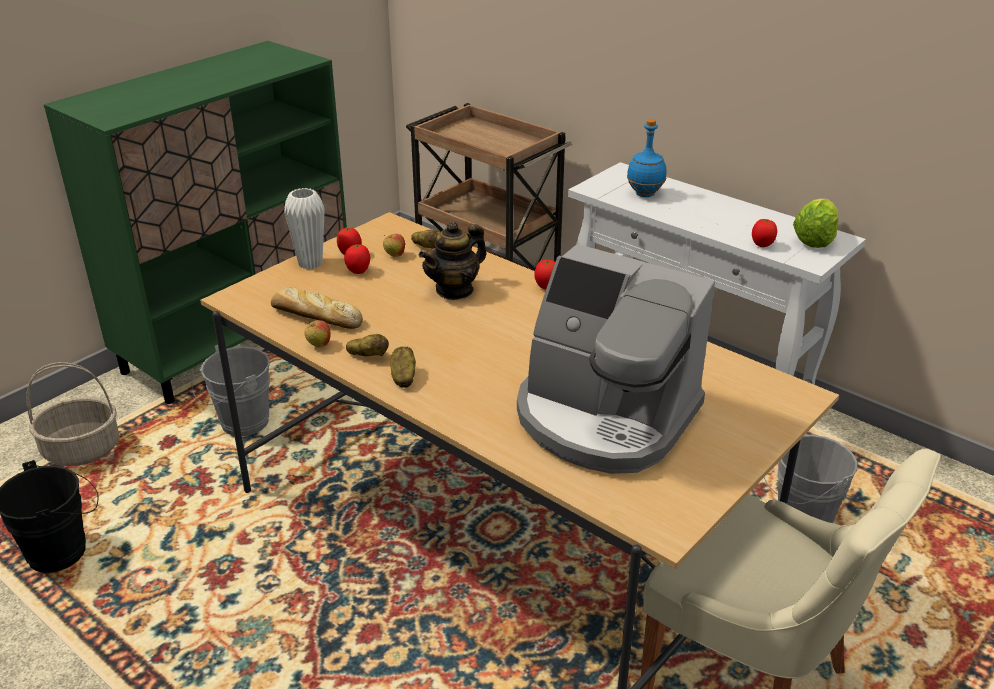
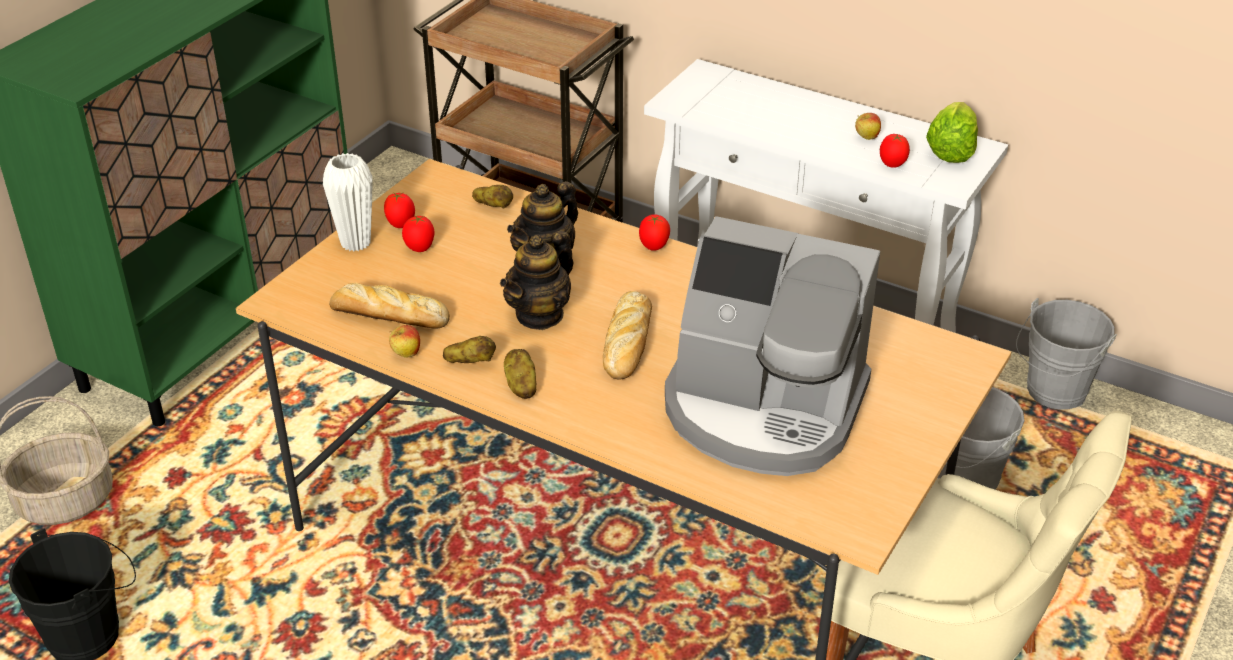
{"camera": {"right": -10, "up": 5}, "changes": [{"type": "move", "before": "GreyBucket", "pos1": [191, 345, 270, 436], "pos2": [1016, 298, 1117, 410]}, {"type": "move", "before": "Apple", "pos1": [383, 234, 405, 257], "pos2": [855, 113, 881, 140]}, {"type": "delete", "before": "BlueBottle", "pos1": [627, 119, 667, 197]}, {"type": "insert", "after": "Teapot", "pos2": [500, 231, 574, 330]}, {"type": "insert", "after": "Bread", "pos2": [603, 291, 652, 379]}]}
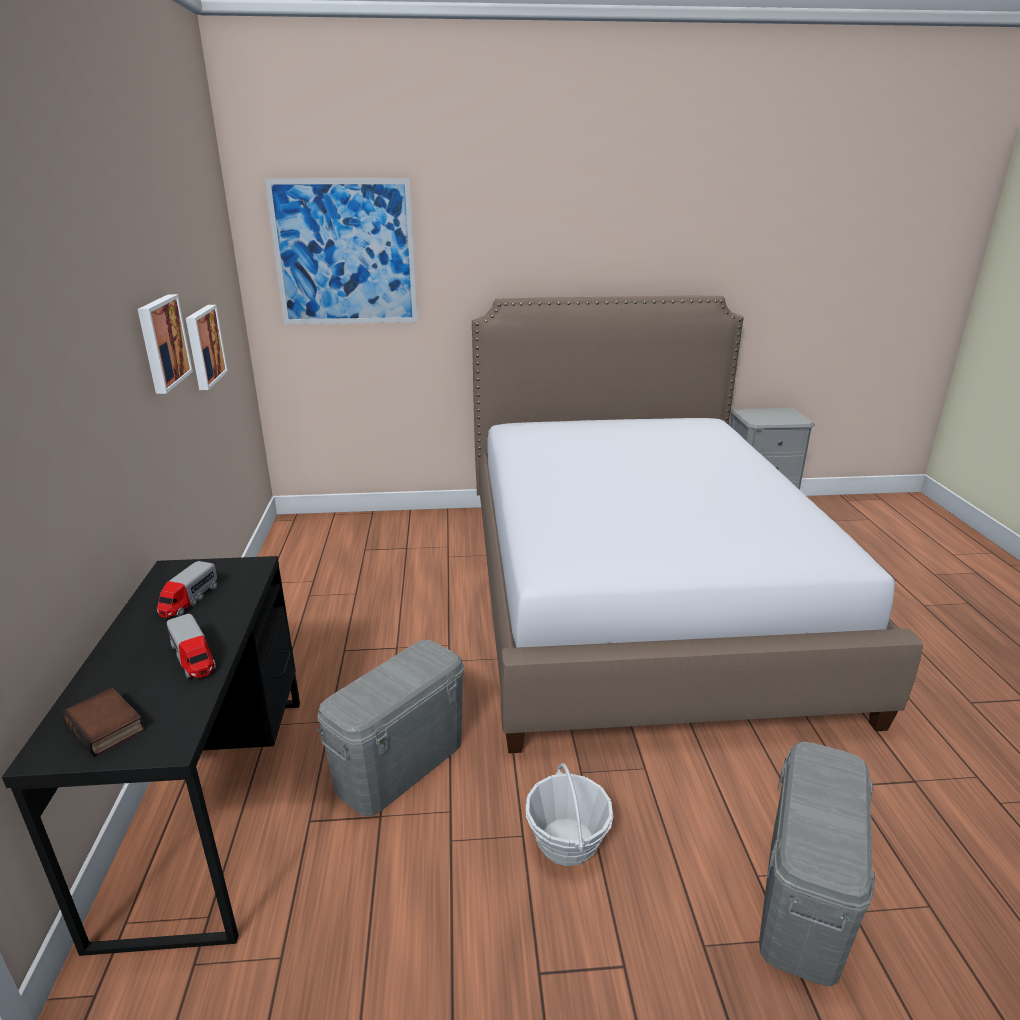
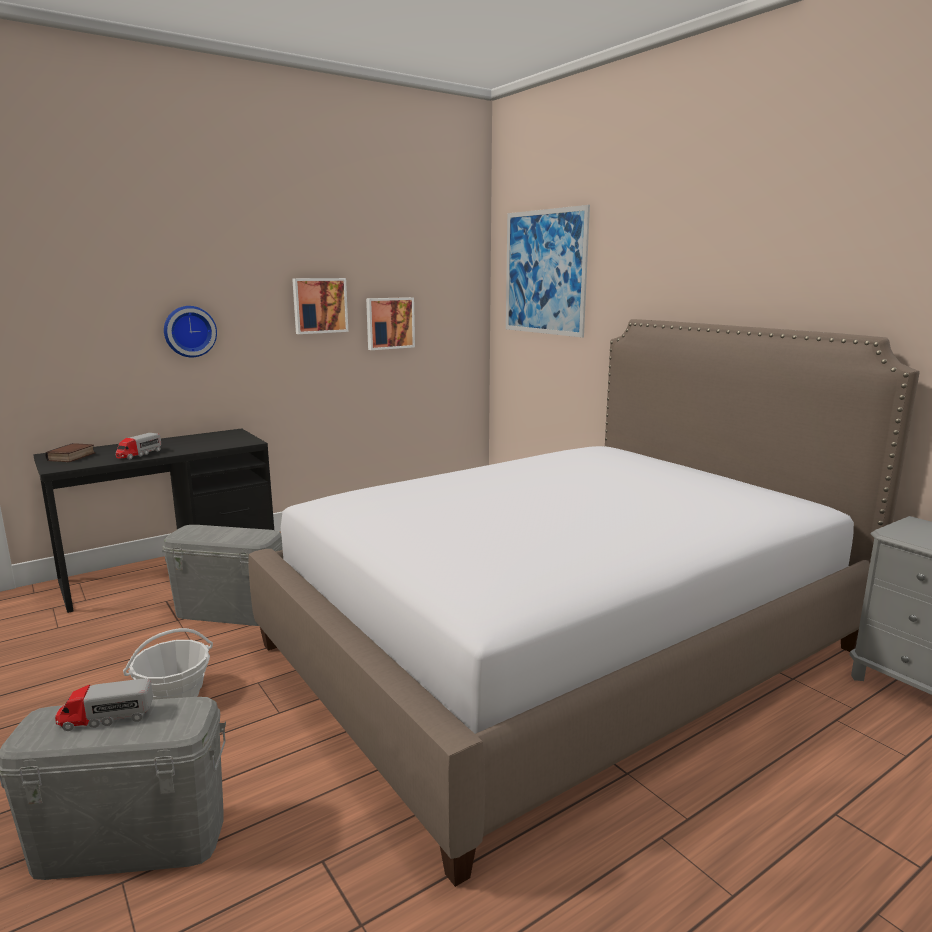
{"camera": {"right": 60, "up": -10}, "changes": [{"type": "move", "before": "ToyTruck", "pos1": [157, 561, 217, 618], "pos2": [55, 679, 153, 731]}, {"type": "insert", "after": "WallClock", "pos2": [164, 306, 217, 357]}]}
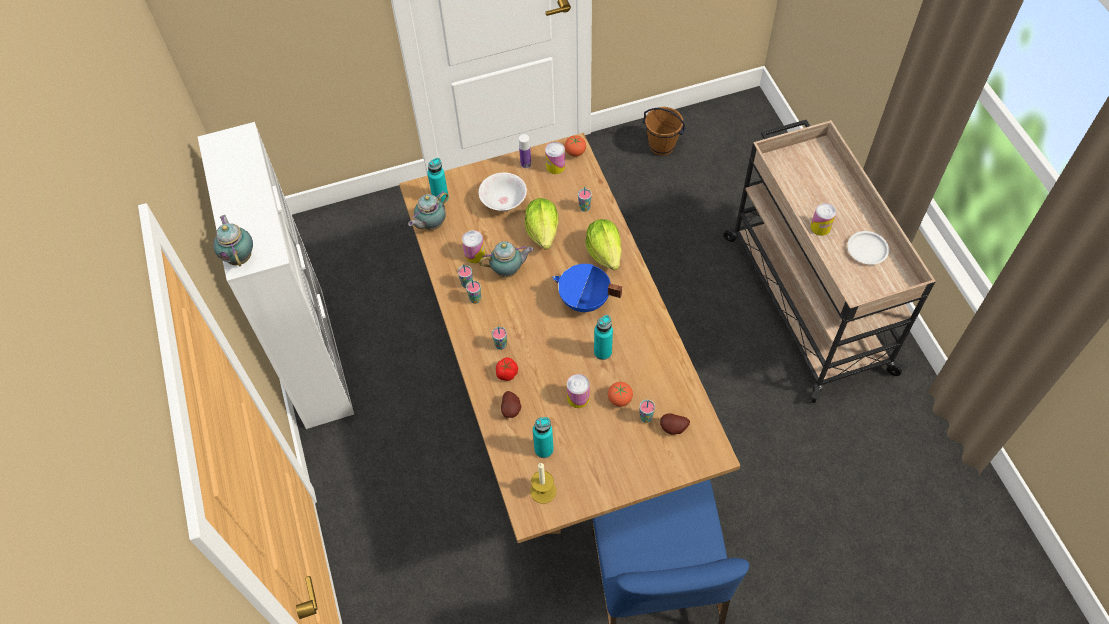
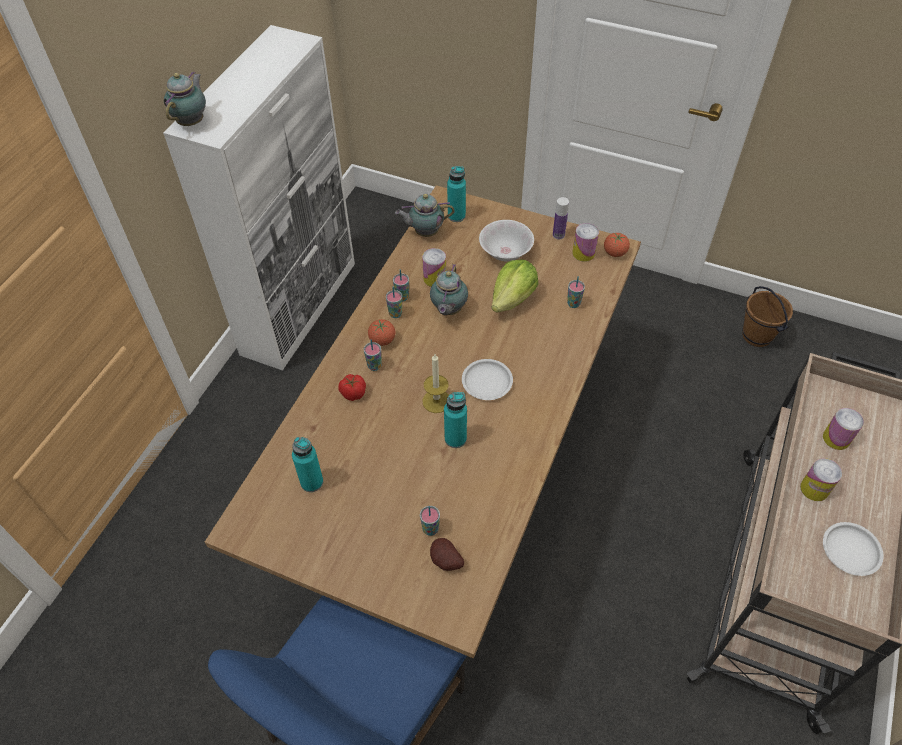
{"camera": {"right": 40, "up": -5}, "changes": [{"type": "rotate", "before": "Teapot", "pos1": [479, 241, 533, 278], "pos2": [430, 264, 468, 315], "turn": 75}, {"type": "delete", "before": "Potato", "pos1": [501, 391, 521, 418]}, {"type": "move", "before": "Candle", "pos1": [530, 463, 556, 504], "pos2": [422, 354, 449, 413]}, {"type": "replace", "before": "BlueCookingPot", "after": "WhitePlate", "pos1": [552, 264, 622, 312], "pos2": [462, 359, 513, 400]}, {"type": "move", "before": "Can", "pos1": [567, 374, 590, 408], "pos2": [823, 408, 864, 450]}, {"type": "delete", "before": "Lettuce", "pos1": [585, 219, 622, 270]}, {"type": "move", "before": "Tomato", "pos1": [608, 382, 633, 407], "pos2": [368, 319, 395, 346]}]}
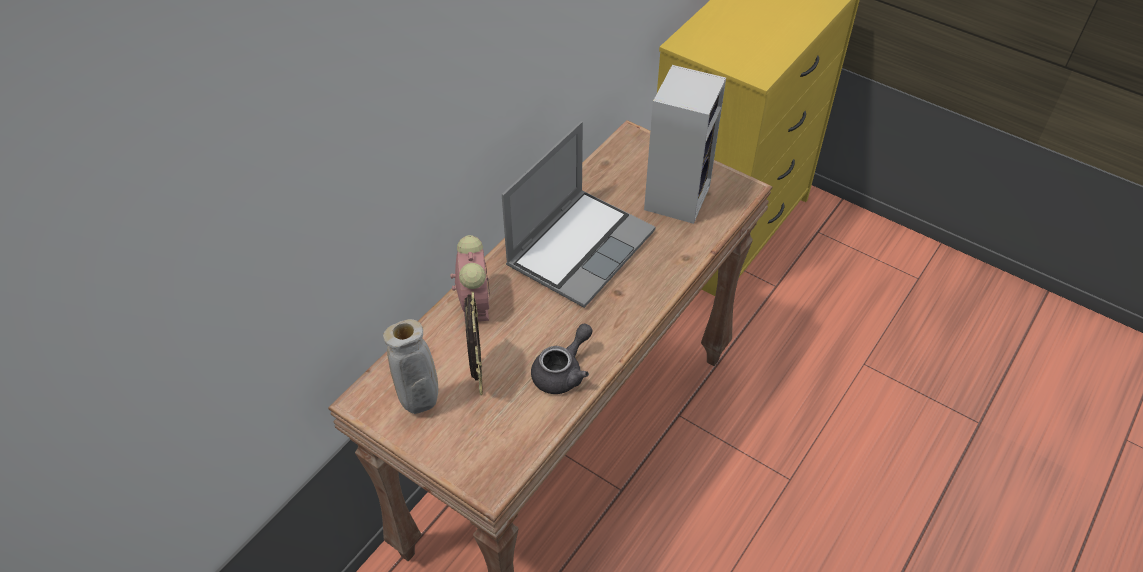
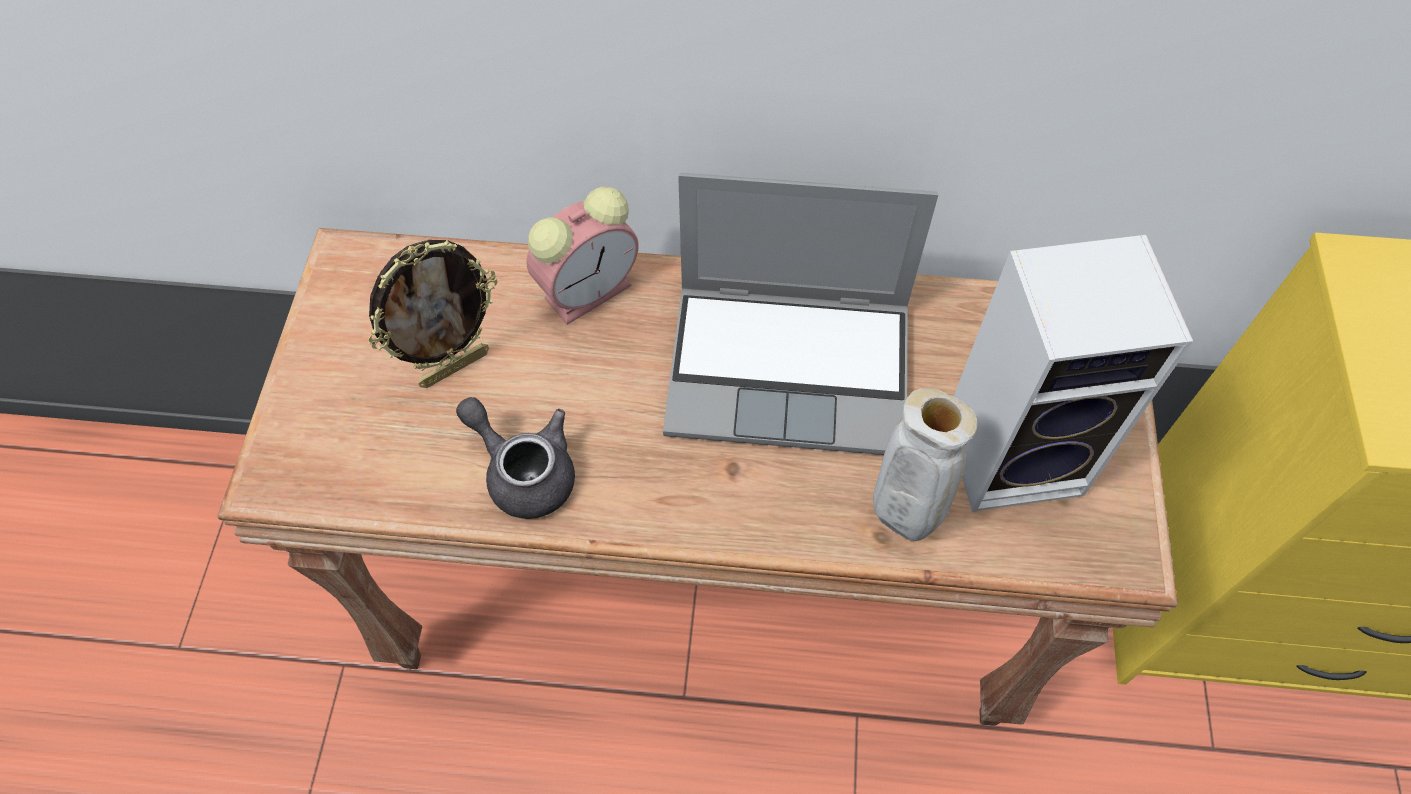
{"camera": {"right": 60, "up": 10}, "changes": [{"type": "move", "before": "BeigeVase", "pos1": [383, 319, 438, 414], "pos2": [873, 388, 978, 541]}, {"type": "rotate", "before": "GreyTeapot", "pos1": [531, 324, 593, 394], "pos2": [456, 397, 575, 519], "turn": -150}]}
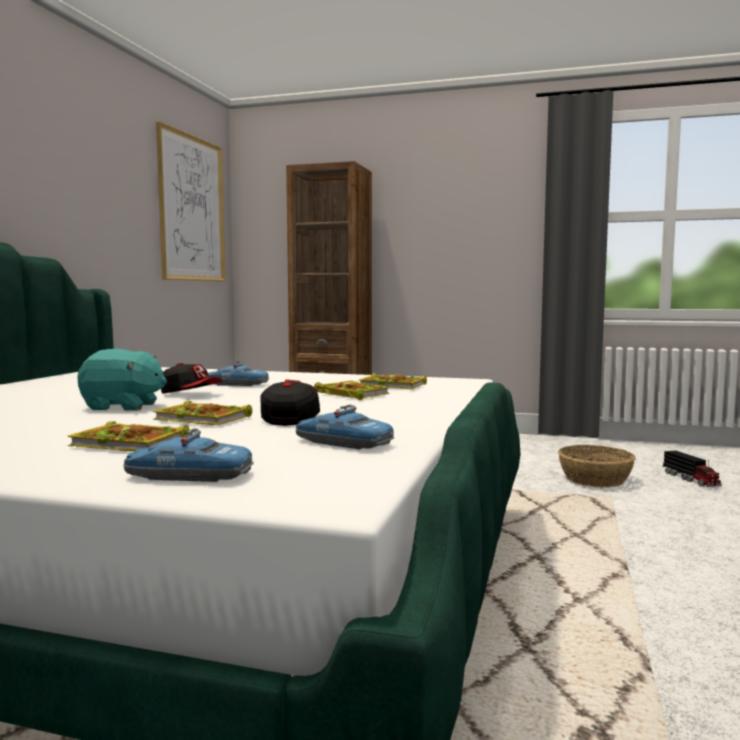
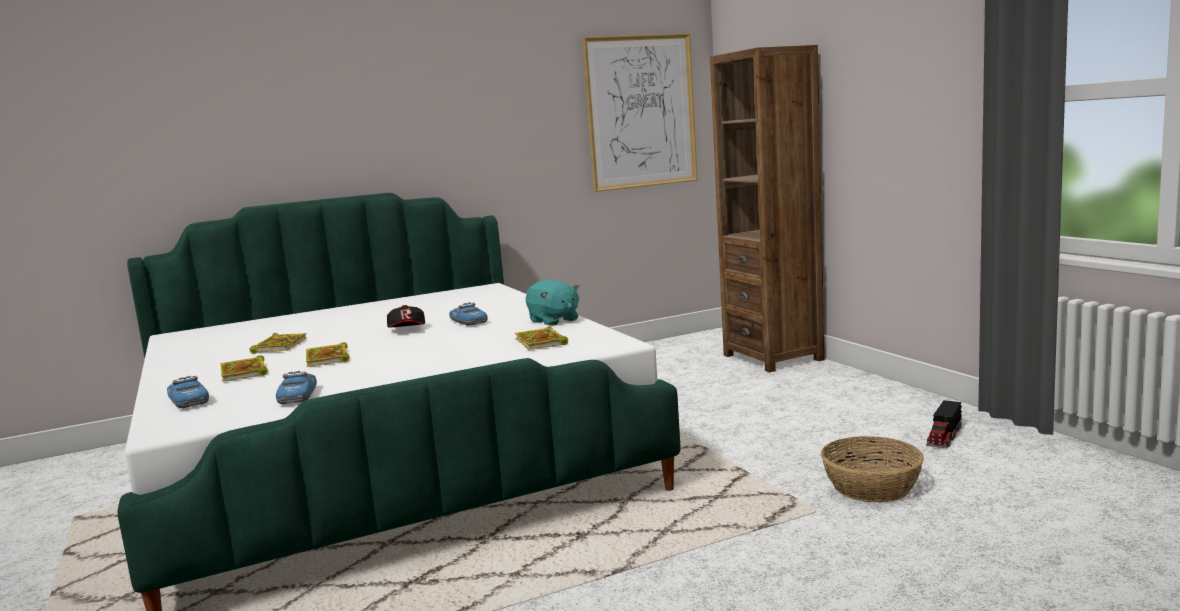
{"camera": {"right": 50, "up": 5}, "changes": [{"type": "move", "before": "TurquoisePlushToy", "pos1": [77, 349, 167, 411], "pos2": [526, 280, 580, 326]}, {"type": "delete", "before": "Cap", "pos1": [261, 379, 320, 426]}, {"type": "move", "before": "Book", "pos1": [314, 381, 390, 400], "pos2": [249, 333, 307, 354]}, {"type": "move", "before": "ToyTruck", "pos1": [663, 451, 722, 487], "pos2": [926, 400, 962, 448]}]}
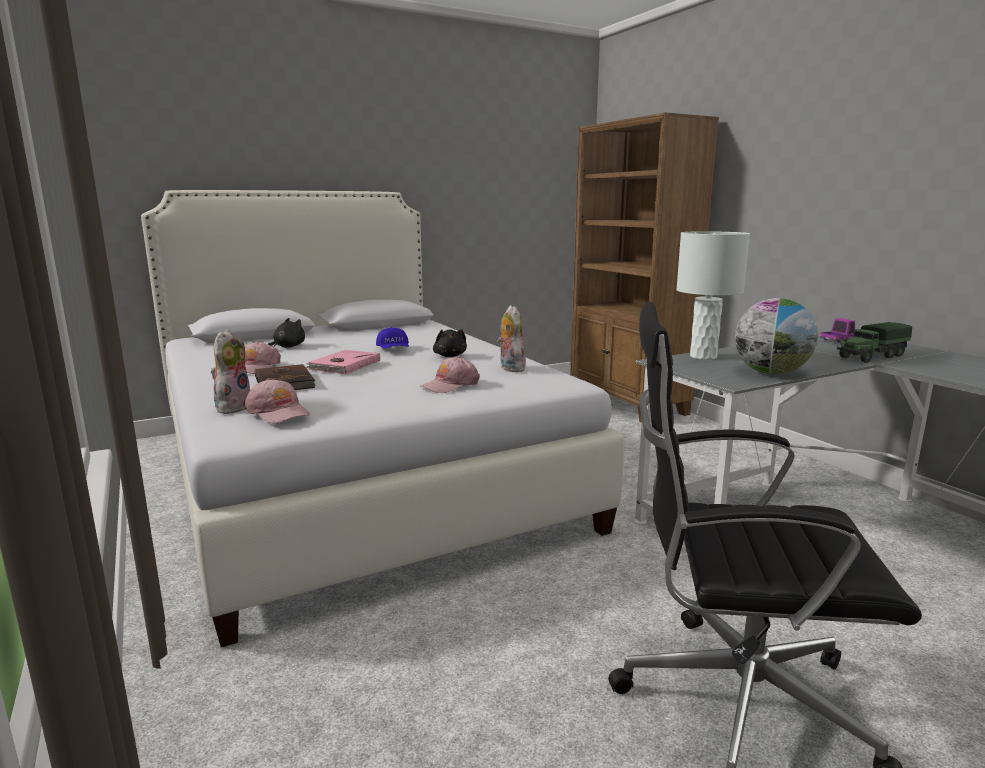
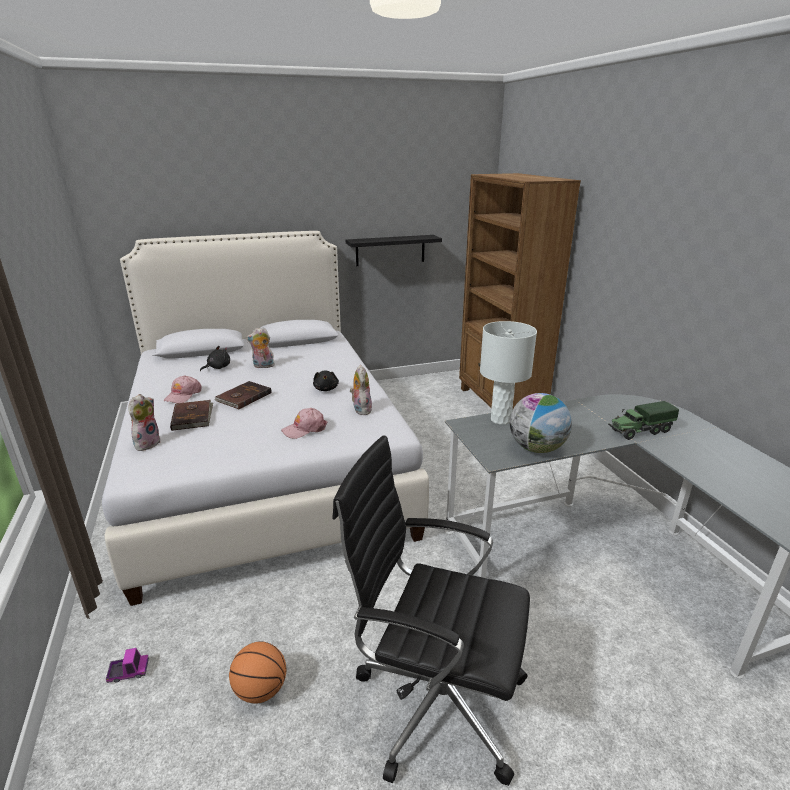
{"camera": {"right": 10, "up": 10}, "changes": [{"type": "delete", "before": "PinkCap", "pos1": [245, 379, 310, 424]}, {"type": "recolor", "before": "PinkBook", "after": "BrownBook", "pos1": [306, 350, 380, 374], "pos2": [214, 381, 272, 409]}, {"type": "delete", "before": "BlueCap", "pos1": [376, 327, 409, 348]}, {"type": "move", "before": "ToyTruck", "pos1": [820, 318, 855, 343], "pos2": [106, 648, 149, 683]}, {"type": "insert", "after": "Basketball", "pos2": [229, 641, 286, 703]}, {"type": "insert", "after": "PlushToy", "pos2": [246, 328, 275, 368]}, {"type": "insert", "after": "BlackShelf", "pos2": [346, 235, 442, 266]}]}
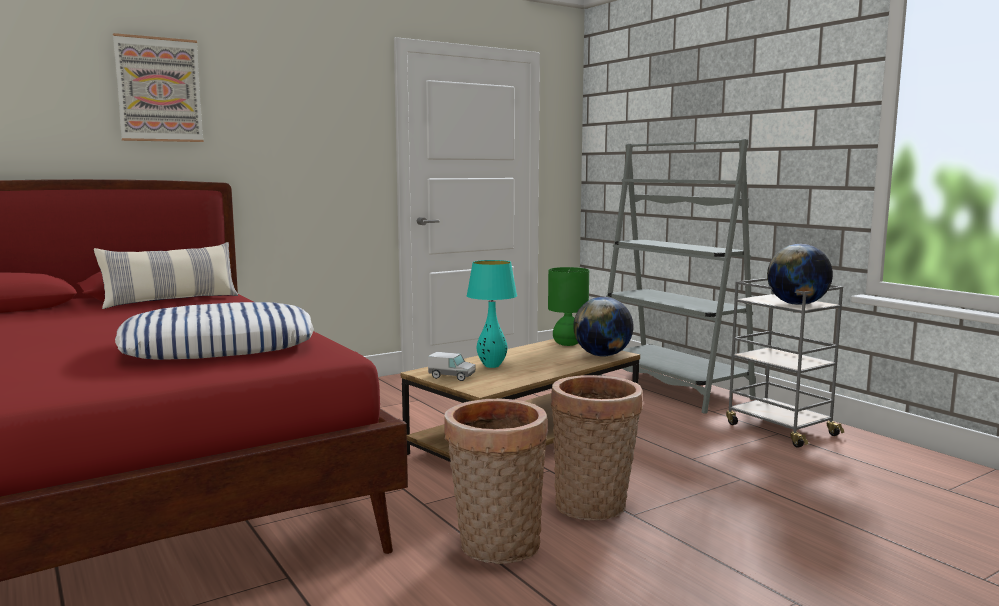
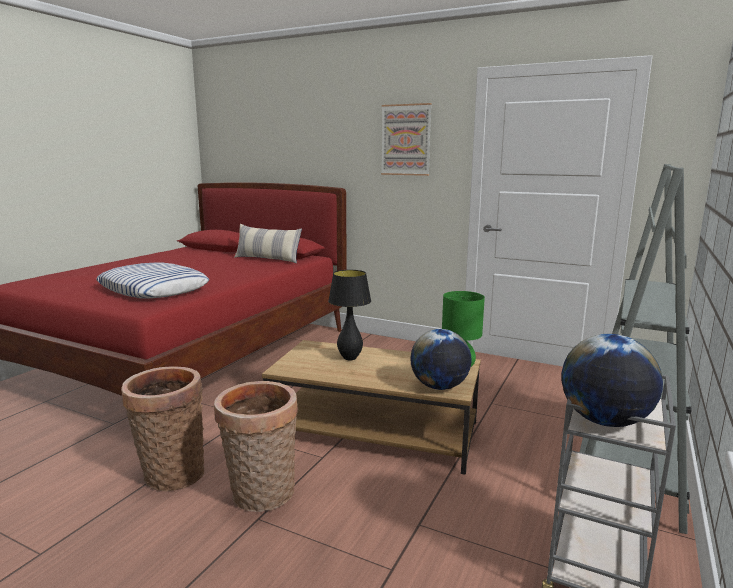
{"camera": {"right": 60, "up": 5}, "changes": [{"type": "move", "before": "Picture", "pos1": [113, 33, 204, 142], "pos2": [381, 103, 432, 176]}, {"type": "delete", "before": "ToyTruck", "pos1": [428, 352, 476, 381]}, {"type": "recolor", "before": "TurquoiseTableLamp", "after": "BlackTableLamp", "pos1": [467, 260, 517, 368], "pos2": [328, 270, 371, 361]}]}
